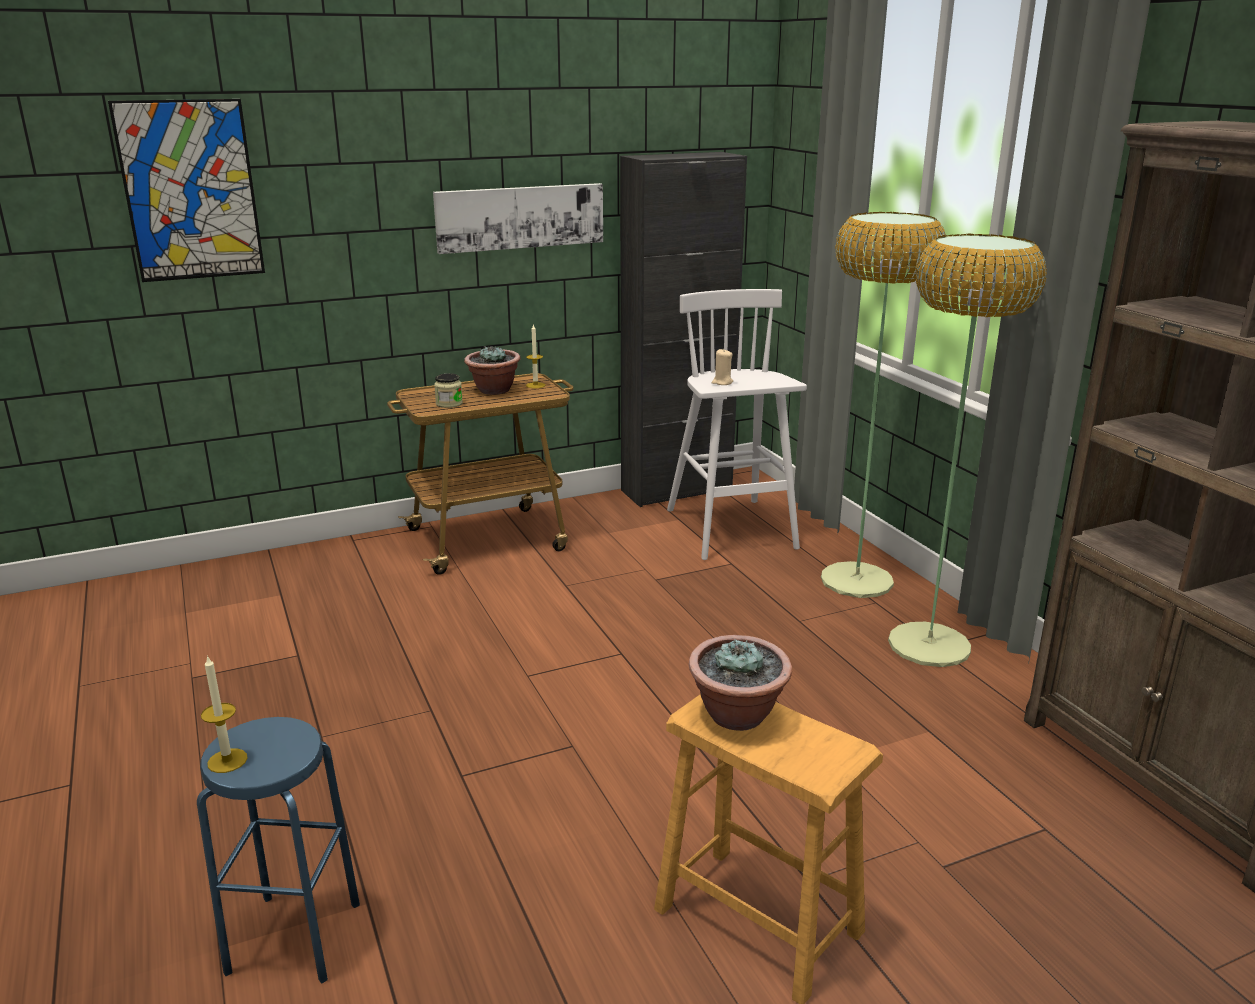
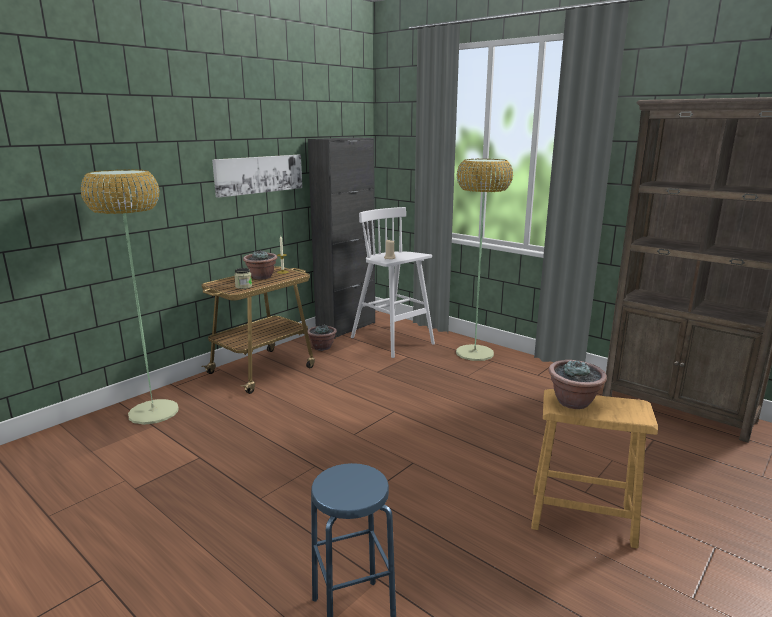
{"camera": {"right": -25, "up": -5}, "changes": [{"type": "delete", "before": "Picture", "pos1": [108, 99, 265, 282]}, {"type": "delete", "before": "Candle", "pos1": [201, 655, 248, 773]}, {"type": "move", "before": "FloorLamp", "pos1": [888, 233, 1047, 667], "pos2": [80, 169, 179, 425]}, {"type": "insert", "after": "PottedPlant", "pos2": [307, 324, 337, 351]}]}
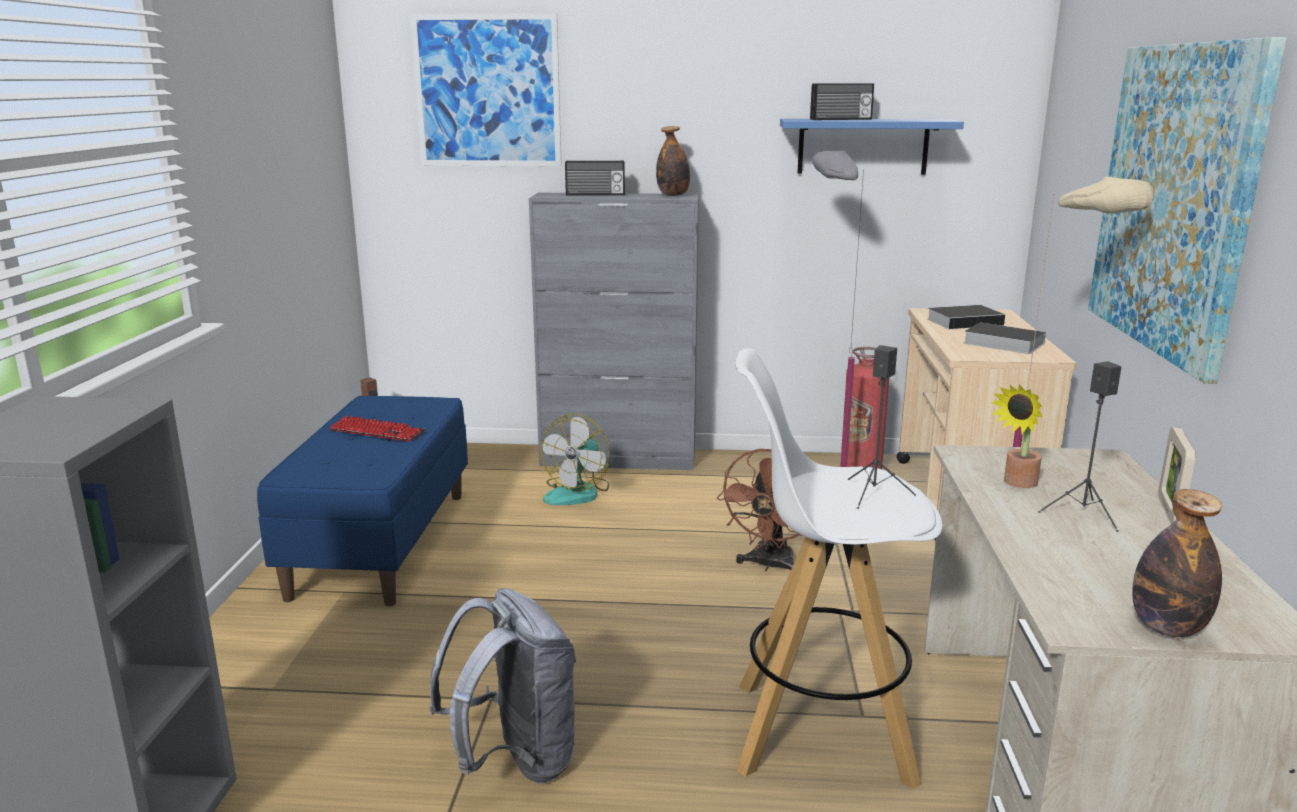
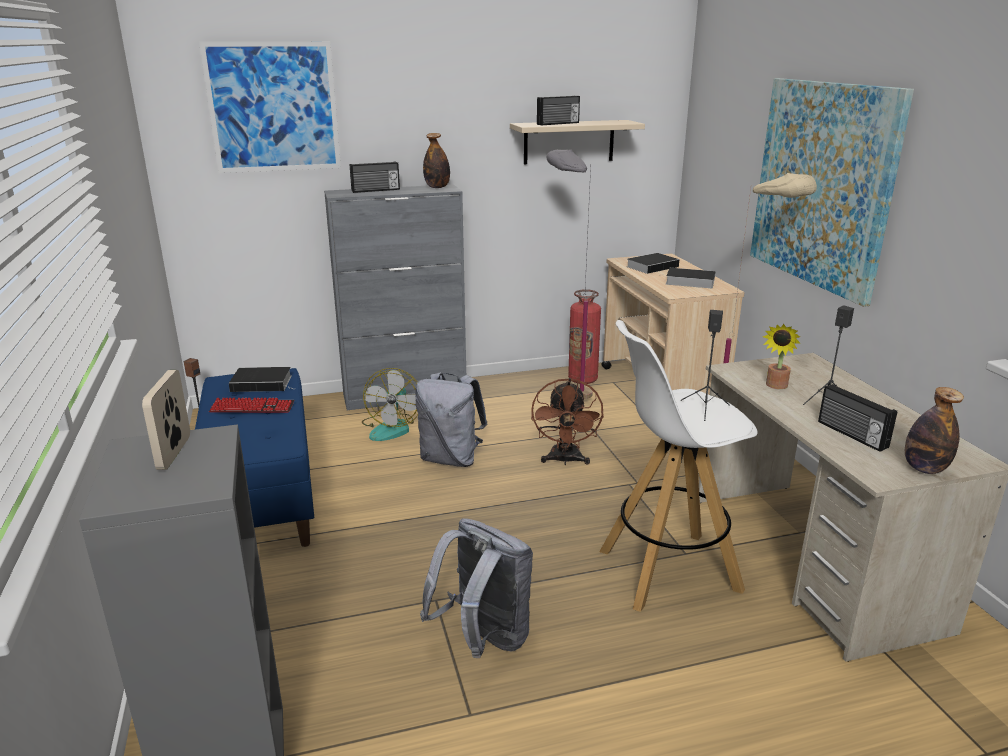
{"camera": {"right": -20, "up": 5}, "changes": [{"type": "recolor", "before": "BlueShelf", "after": "BeigeShelf", "pos1": [780, 119, 964, 174], "pos2": [510, 120, 645, 164]}, {"type": "move", "before": "PictureFrame", "pos1": [1158, 427, 1196, 524], "pos2": [142, 370, 190, 470]}, {"type": "insert", "after": "Book", "pos2": [229, 367, 295, 392]}, {"type": "insert", "after": "GreyBackpack", "pos2": [415, 372, 487, 467]}, {"type": "insert", "after": "Radio", "pos2": [818, 384, 897, 452]}]}
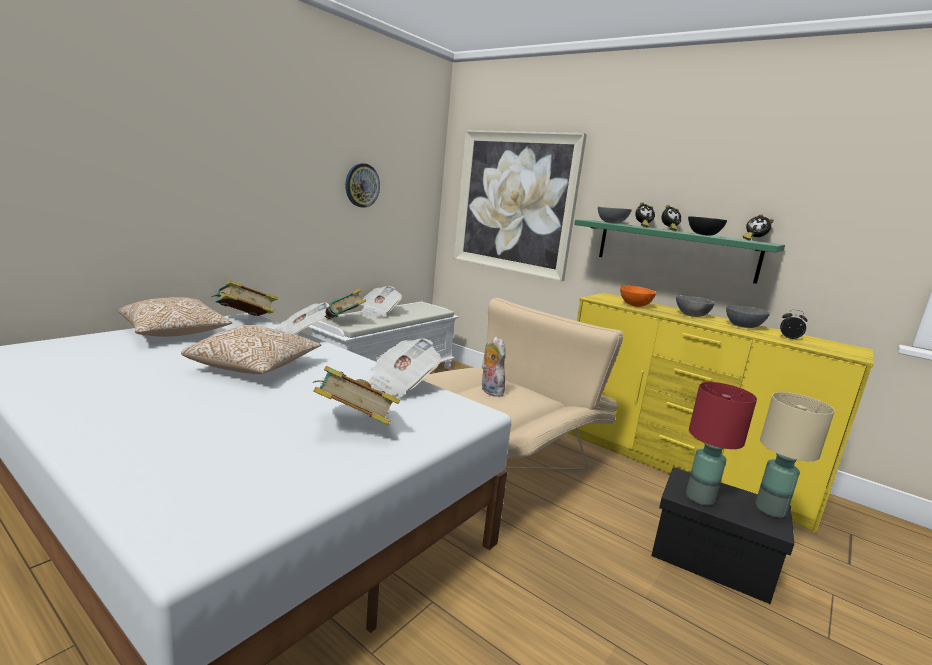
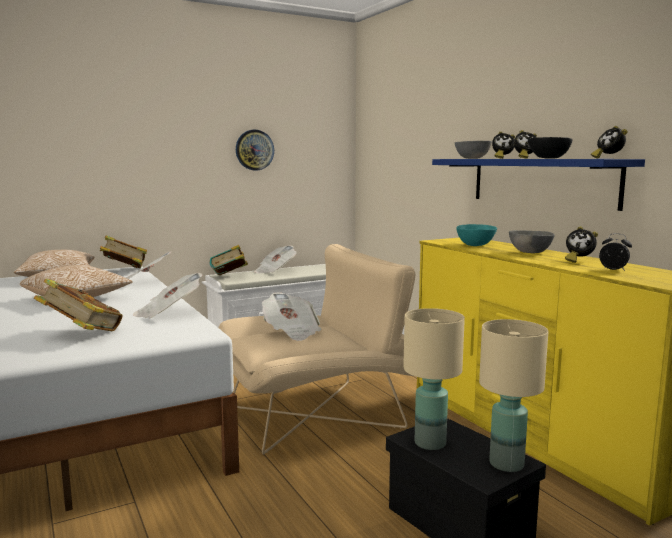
{"camera": {"right": 25, "up": -5}, "changes": [{"type": "delete", "before": "Picture", "pos1": [454, 130, 587, 281]}, {"type": "replace", "before": "PlushToy", "after": "Newspaper", "pos1": [482, 336, 506, 397], "pos2": [262, 292, 322, 341]}, {"type": "recolor", "before": "GreenShelf", "after": "BlueShelf", "pos1": [574, 220, 785, 284], "pos2": [432, 159, 645, 211]}, {"type": "recolor", "before": "OrangeBowl", "after": "TurquoiseBowl", "pos1": [620, 285, 657, 307], "pos2": [456, 224, 497, 246]}, {"type": "recolor", "before": "RedTableLamp", "after": "BeigeTableLamp", "pos1": [686, 382, 757, 506], "pos2": [403, 308, 465, 450]}, {"type": "replace", "before": "GreyBowl", "after": "AlarmClock", "pos1": [726, 306, 770, 328], "pos2": [565, 226, 598, 263]}]}
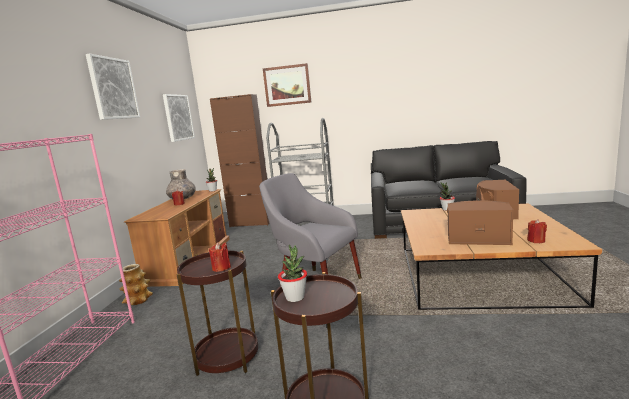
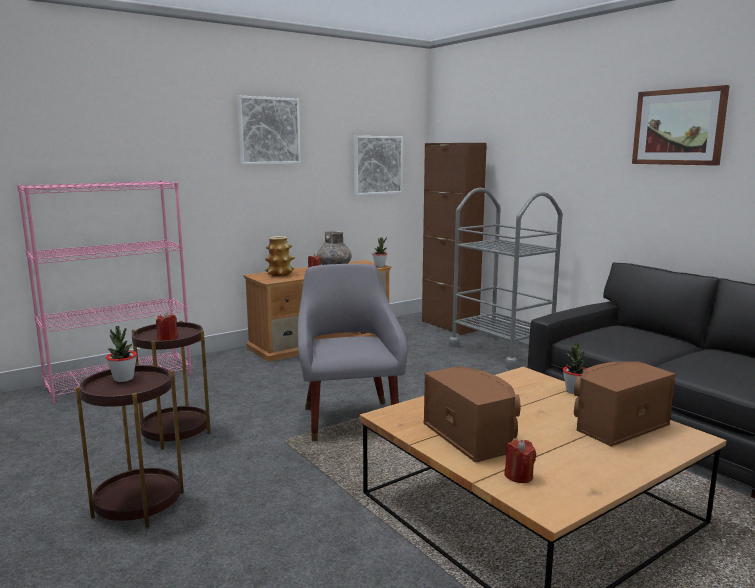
{"camera": {"right": 45, "up": 0}, "changes": [{"type": "move", "before": "Vase", "pos1": [119, 264, 153, 305], "pos2": [265, 236, 295, 277]}, {"type": "move", "before": "Picture", "pos1": [263, 63, 311, 107], "pos2": [632, 85, 730, 166]}]}
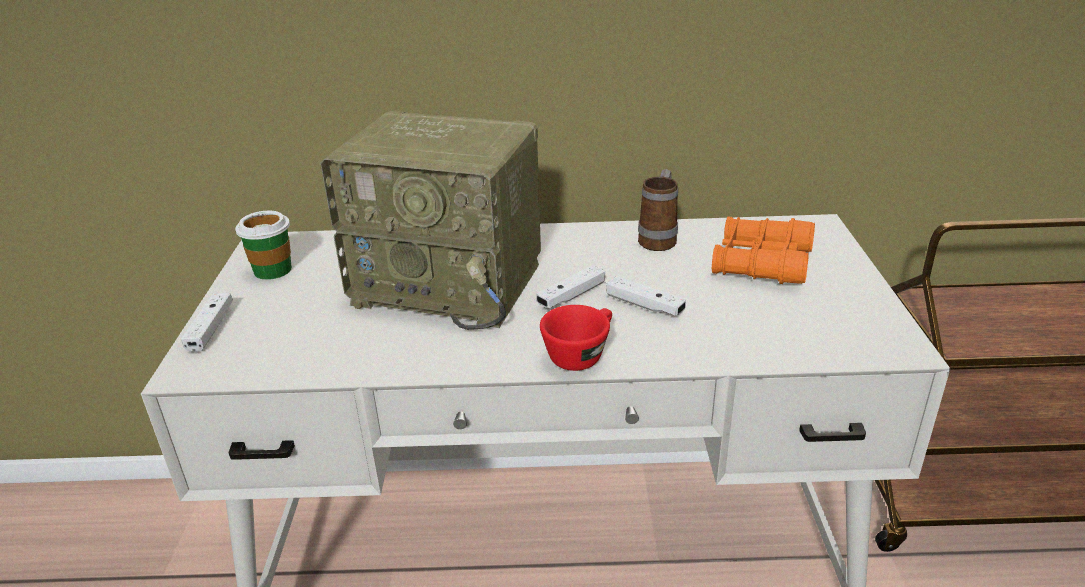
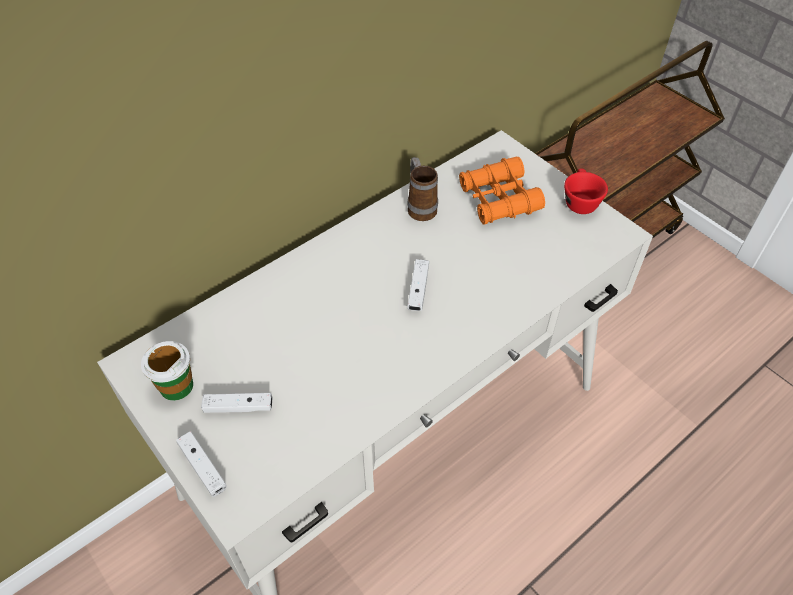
{"camera": {"right": -40, "up": 20}, "changes": [{"type": "delete", "before": "Radio", "pos1": [320, 111, 541, 330]}, {"type": "move", "before": "RedCup", "pos1": [540, 305, 612, 371], "pos2": [564, 168, 608, 214]}, {"type": "move", "before": "WhiteGameController", "pos1": [607, 276, 686, 316], "pos2": [201, 393, 272, 413]}]}
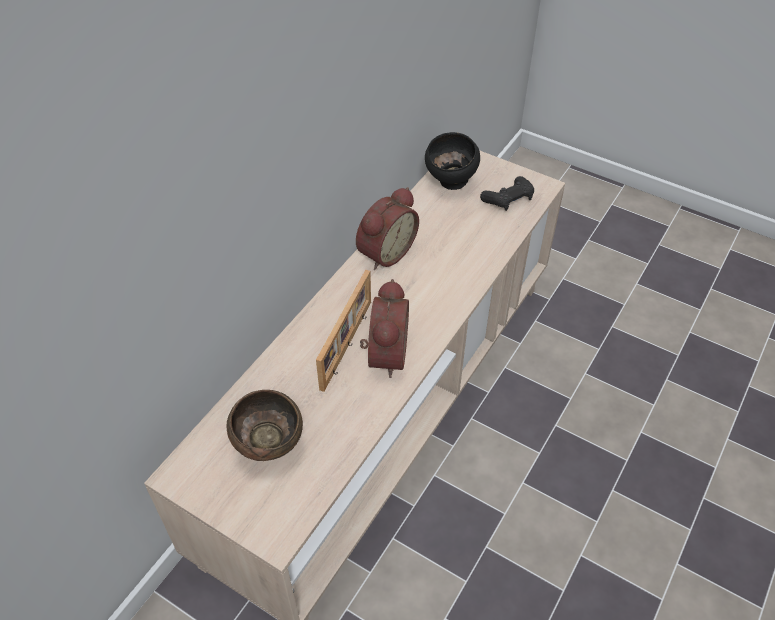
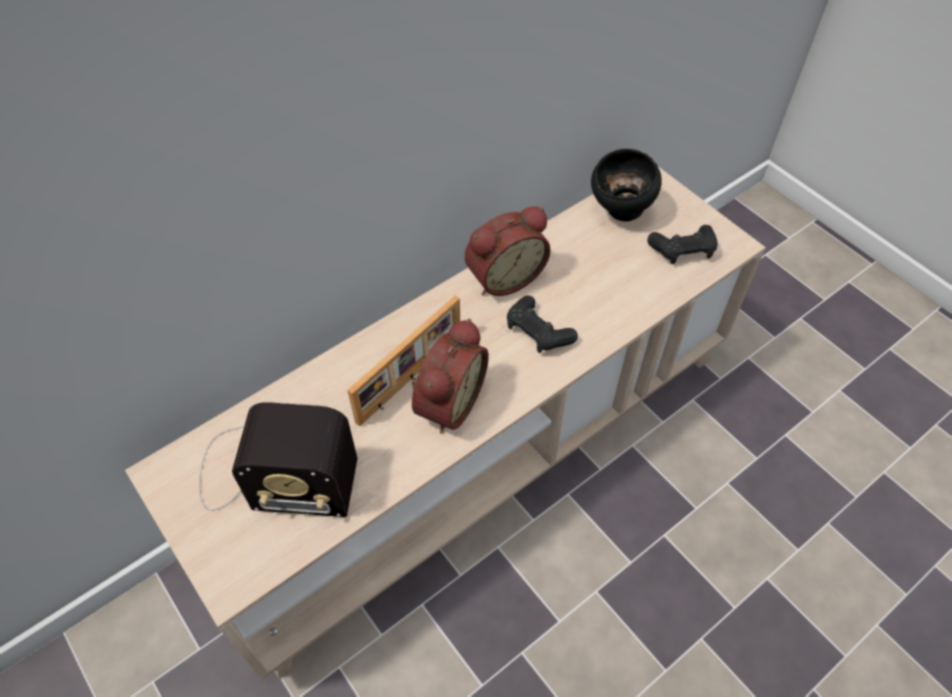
{"camera": {"right": 20, "up": 5}, "changes": [{"type": "replace", "before": "BrownBowl", "after": "Radio", "pos1": [227, 390, 303, 461], "pos2": [199, 402, 358, 517]}, {"type": "insert", "after": "BlackGameController", "pos2": [507, 295, 578, 353]}]}
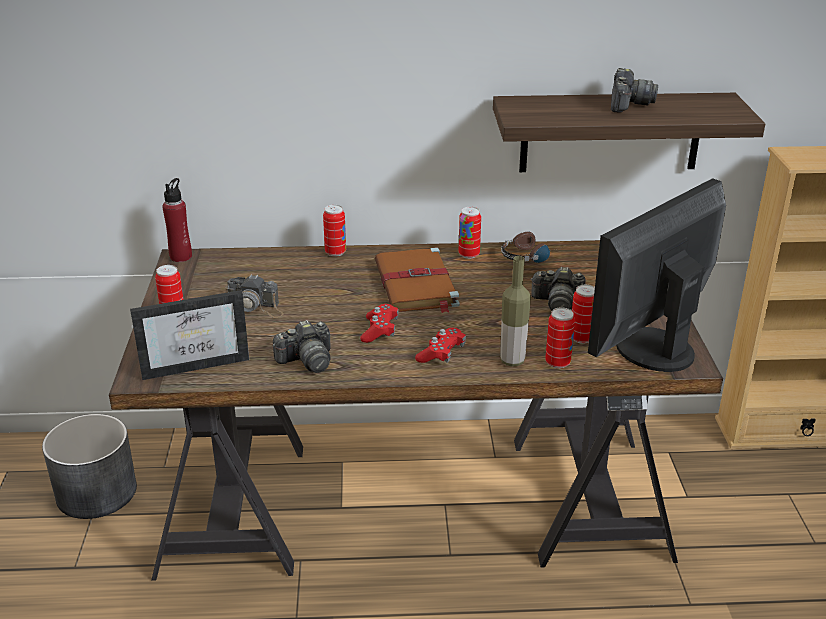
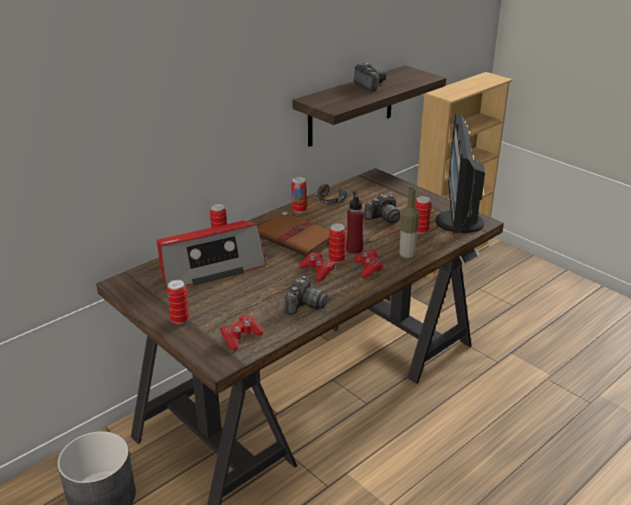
{"camera": {"right": -40, "up": 0}, "changes": [{"type": "replace", "before": "PictureFrame", "after": "RedGameController", "pos1": [130, 290, 249, 380], "pos2": [220, 315, 263, 350]}, {"type": "move", "before": "RedBottle", "pos1": [162, 178, 192, 262], "pos2": [346, 191, 364, 254]}, {"type": "delete", "before": "PhotoCamera", "pos1": [226, 274, 284, 318]}, {"type": "move", "before": "Can", "pos1": [545, 307, 575, 369], "pos2": [329, 224, 346, 263]}, {"type": "insert", "after": "Radio", "pos2": [157, 221, 266, 290]}]}
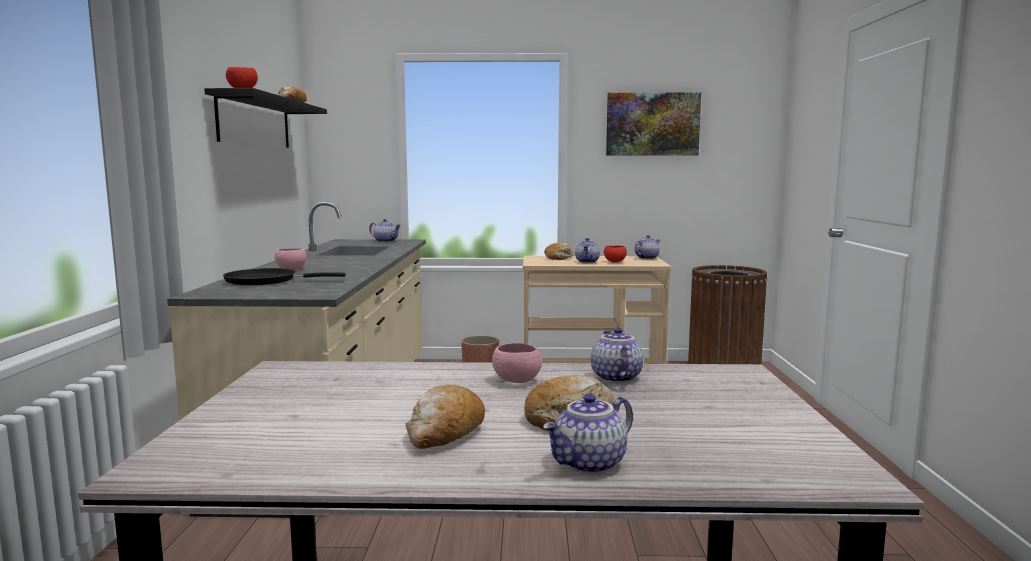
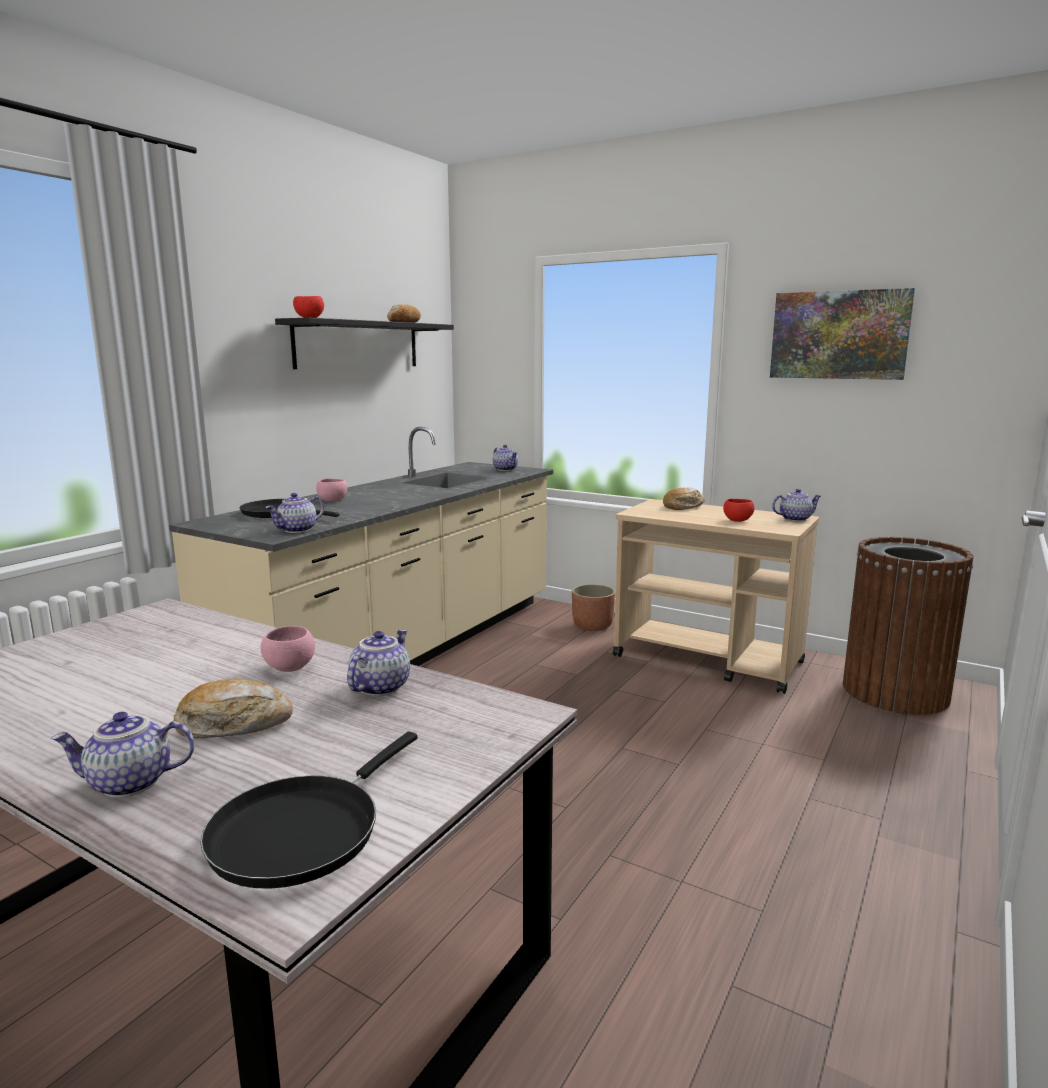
{"camera": {"right": 30, "up": 5}, "changes": [{"type": "delete", "before": "Bread", "pos1": [405, 385, 485, 449]}, {"type": "move", "before": "Teapot", "pos1": [575, 238, 600, 263], "pos2": [265, 493, 324, 533]}, {"type": "insert", "after": "BlackFryingPan", "pos2": [200, 732, 418, 889]}]}
